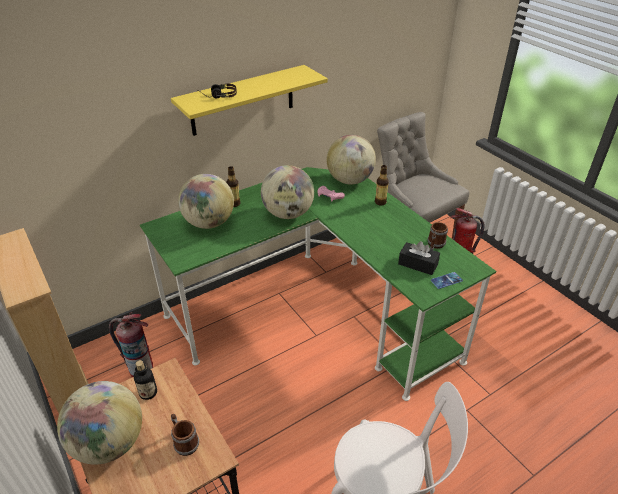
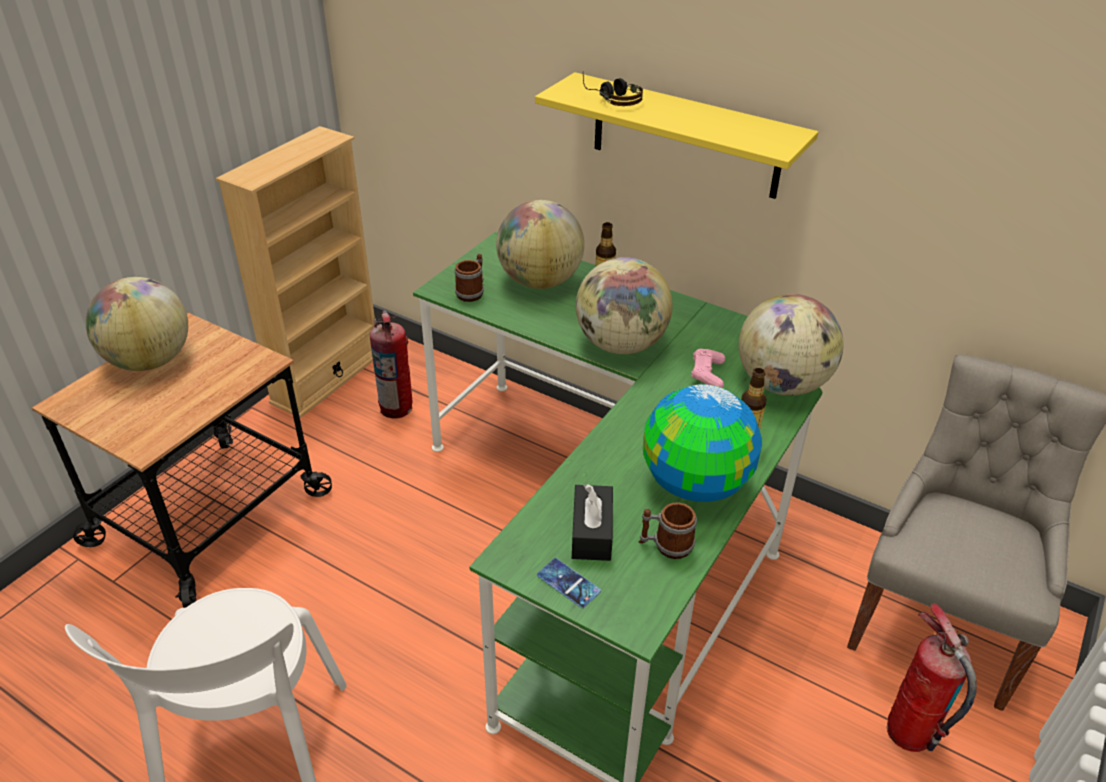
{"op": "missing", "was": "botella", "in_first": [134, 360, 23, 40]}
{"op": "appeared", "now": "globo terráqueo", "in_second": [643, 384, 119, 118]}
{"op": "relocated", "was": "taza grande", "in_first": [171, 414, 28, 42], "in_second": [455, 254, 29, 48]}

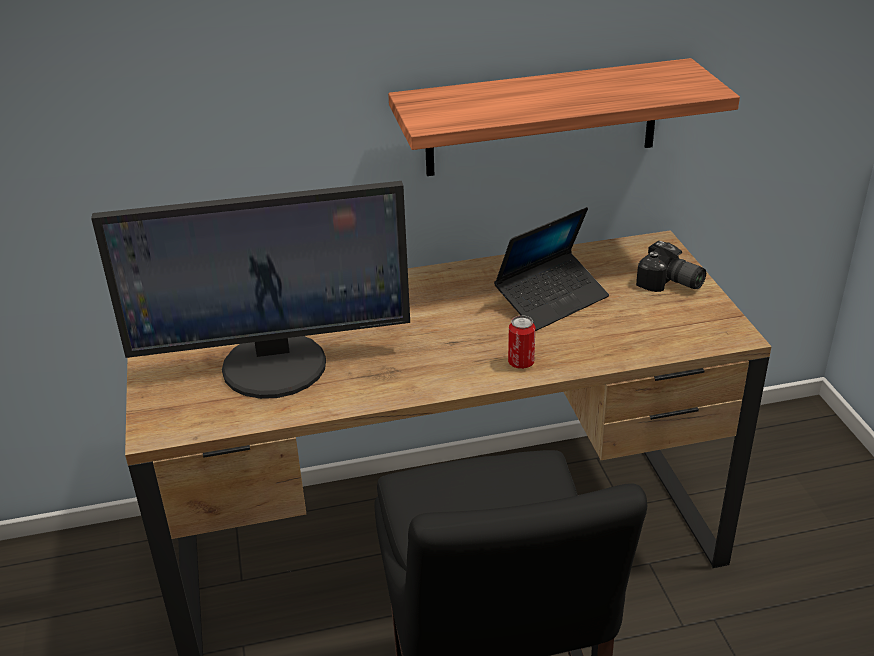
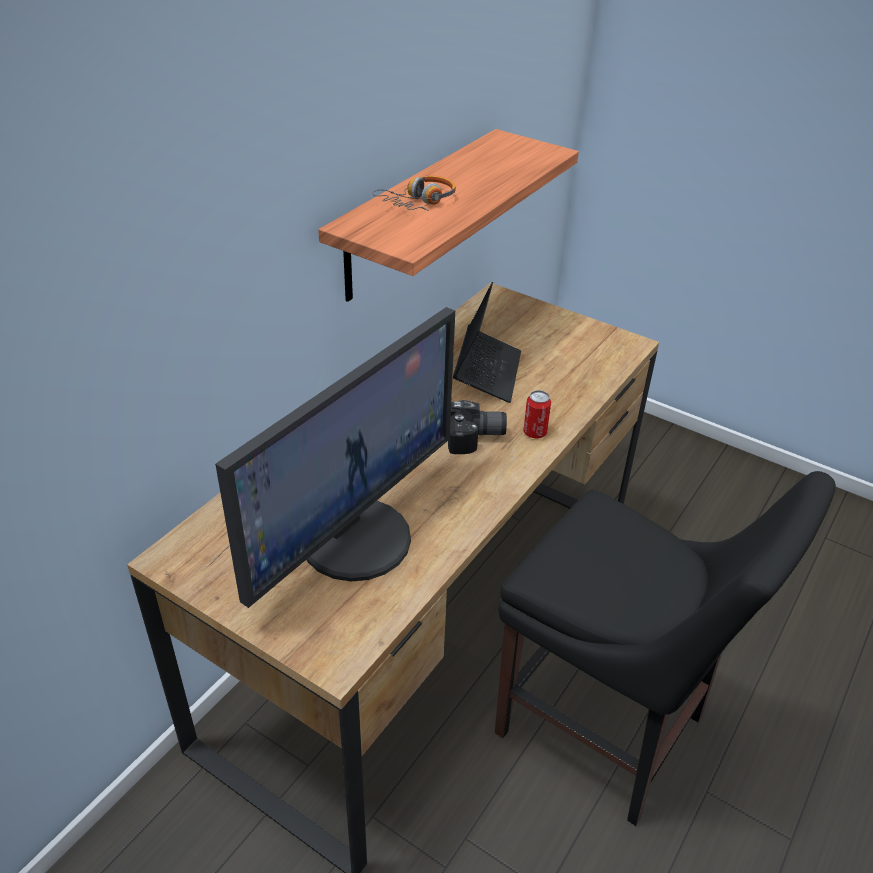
{"op": "appeared", "now": "auriculares", "in_second": [372, 176, 84, 34]}
{"op": "relocated", "was": "cámara", "in_first": [636, 241, 70, 51], "in_second": [448, 400, 59, 54]}

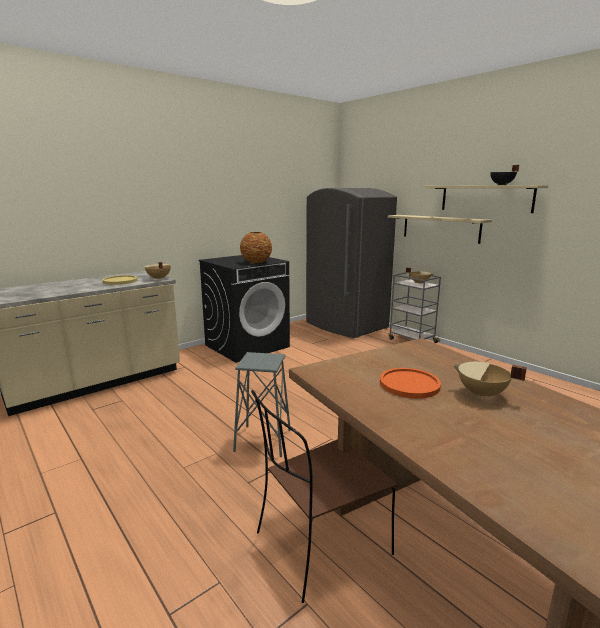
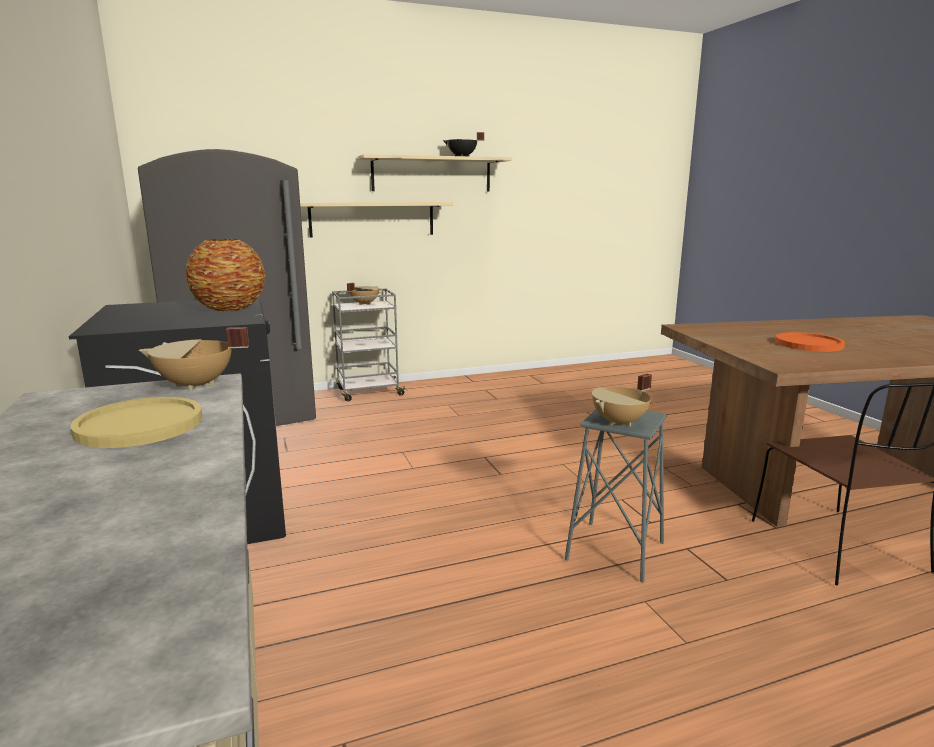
{"op": "relocated", "was": "olla (beis)", "in_first": [452, 362, 75, 37], "in_second": [592, 374, 60, 53]}

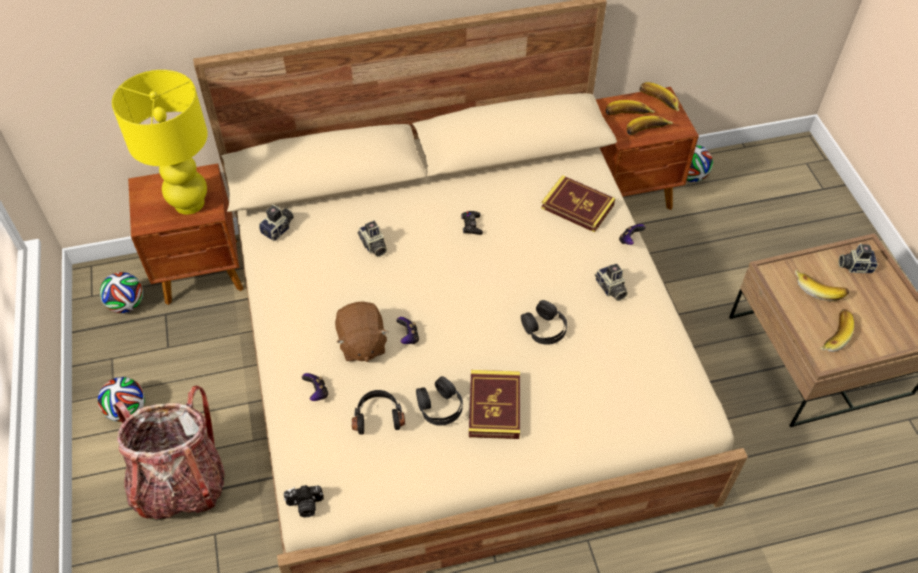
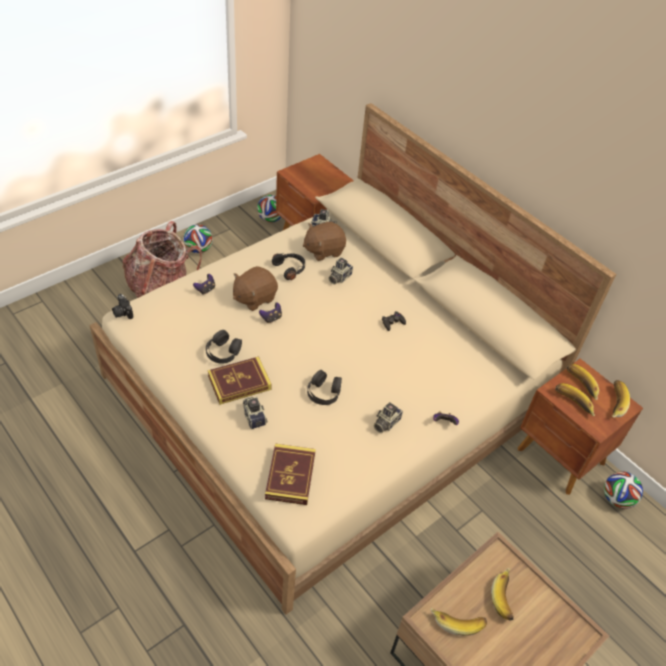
{"op": "missing", "was": "lámpara de mesa (amarillo)", "in_first": [112, 70, 96, 145]}
{"op": "appeared", "now": "peluche (marrón)", "in_second": [303, 221, 43, 40]}
{"op": "relocated", "was": "auriculares (negro)", "in_first": [352, 390, 53, 45], "in_second": [272, 253, 33, 27]}
{"op": "relocated", "was": "libro", "in_first": [541, 175, 74, 58], "in_second": [265, 444, 51, 61]}
{"op": "relocated", "was": "cámara", "in_first": [839, 243, 39, 30], "in_second": [243, 397, 25, 32]}

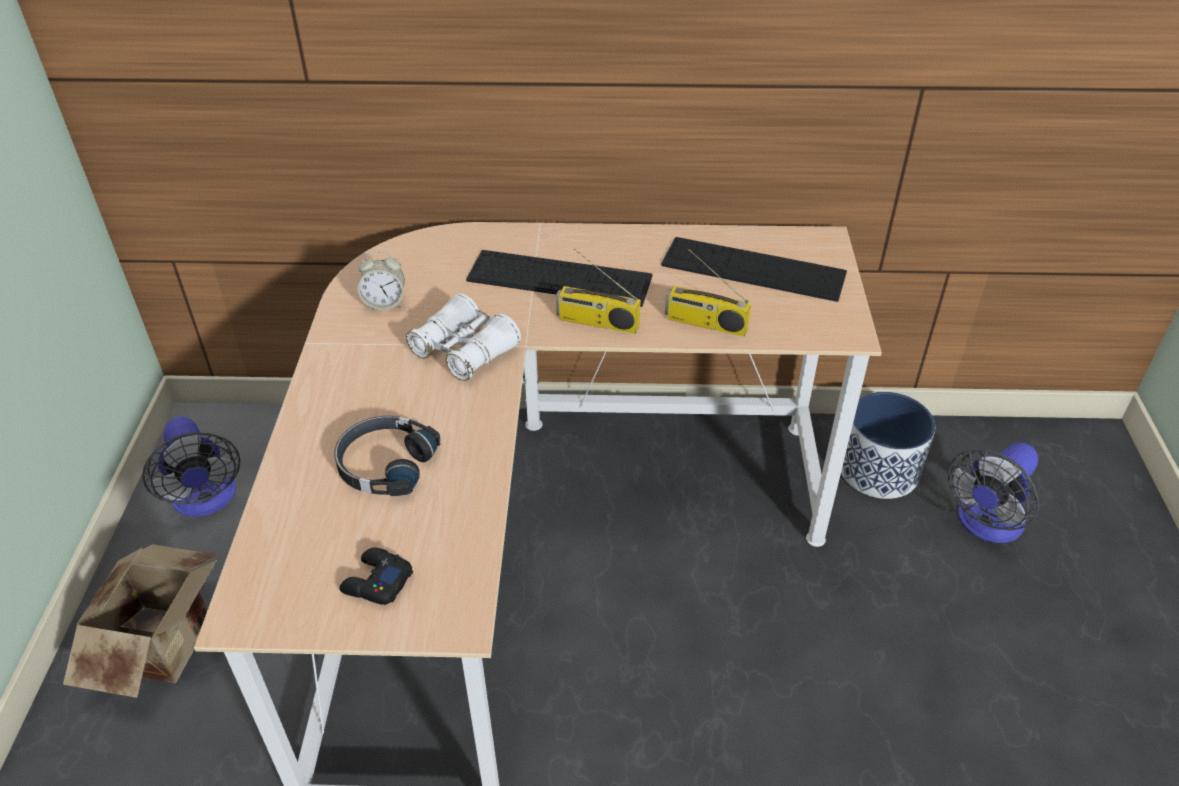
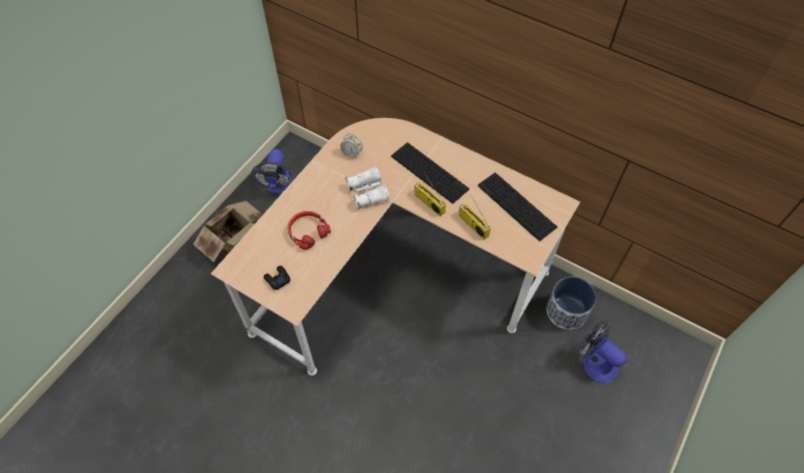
{"op": "colour", "was": "auriculares (negro)", "now": "auriculares (rojo)", "in_first": [334, 416, 107, 80], "in_second": [288, 211, 43, 39]}
{"op": "spun", "was": "ventilador", "in_first": [948, 442, 91, 101], "in_second": [577, 321, 50, 62], "clockwise": 60}

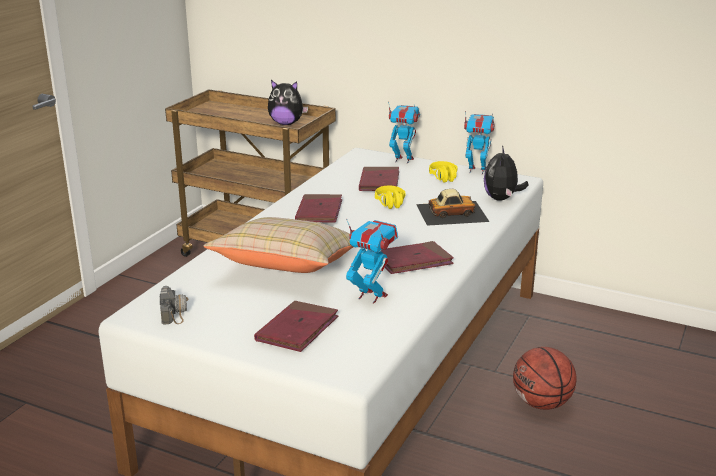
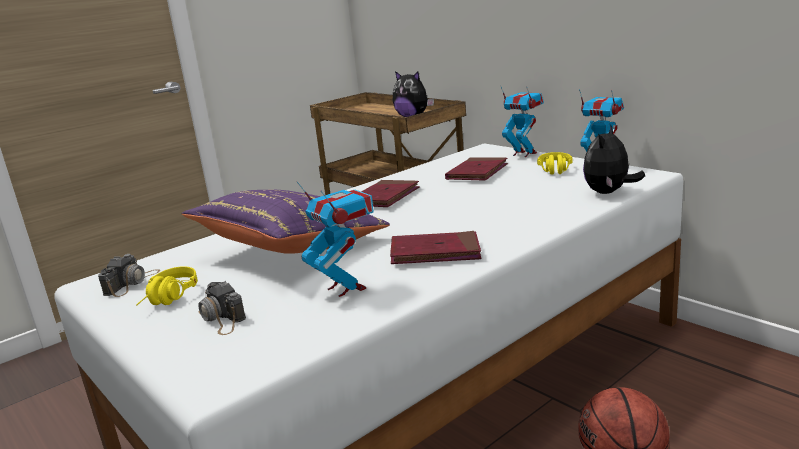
{"op": "missing", "was": "coche de juguete", "in_first": [416, 189, 73, 37]}
{"op": "relocated", "was": "auriculares (amarillo)", "in_first": [375, 186, 30, 23], "in_second": [136, 266, 62, 39]}
{"op": "exchanged", "was": "libro (rojo)", "now": "cámara", "in_first": [254, 301, 84, 51], "in_second": [198, 281, 48, 54]}
{"op": "colour", "was": "cojín (beis)", "now": "cojín (morado)", "in_first": [203, 217, 150, 56], "in_second": [182, 190, 208, 64]}

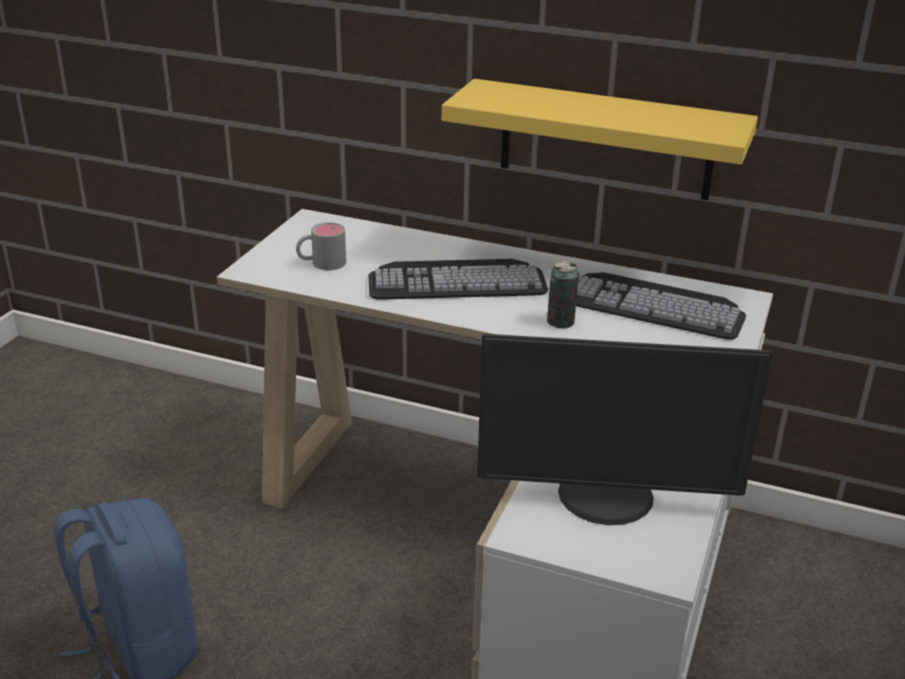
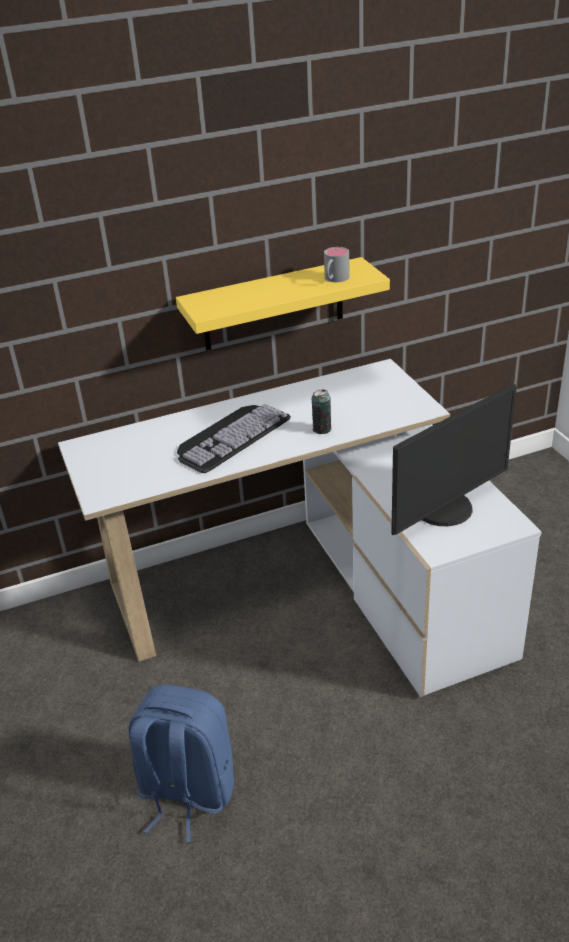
{"op": "missing", "was": "teclado", "in_first": [576, 272, 170, 68]}
{"op": "relocated", "was": "taza grande (gris)", "in_first": [296, 222, 50, 48], "in_second": [324, 247, 26, 35]}

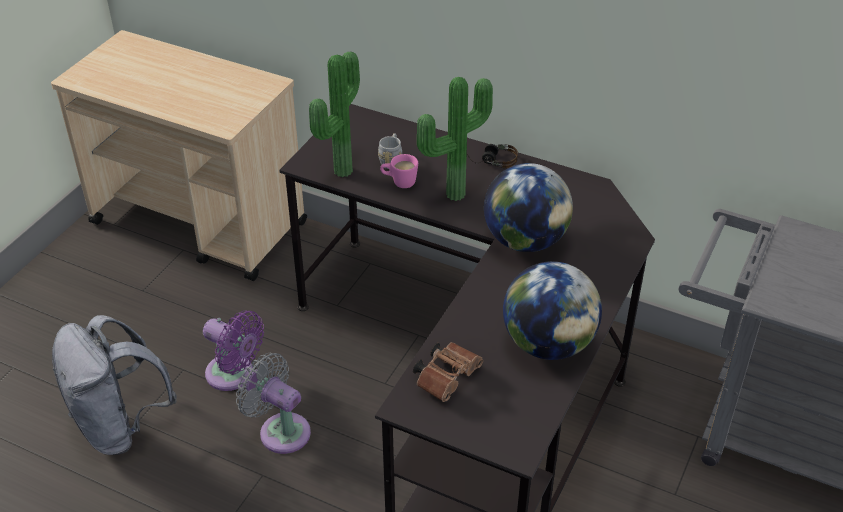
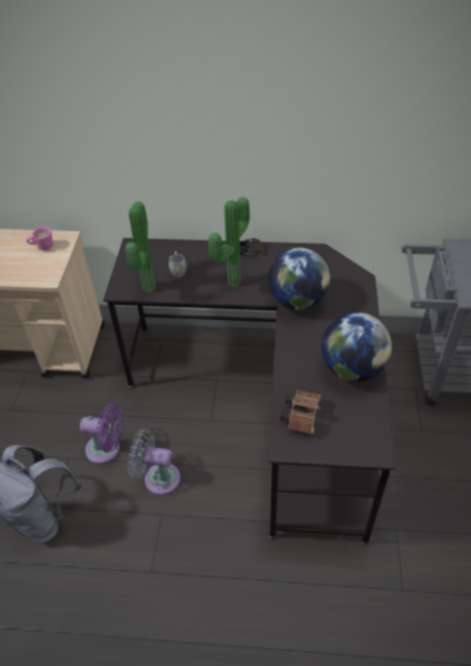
{"op": "relocated", "was": "taza grande (rosa)", "in_first": [380, 154, 38, 34], "in_second": [26, 227, 27, 23]}

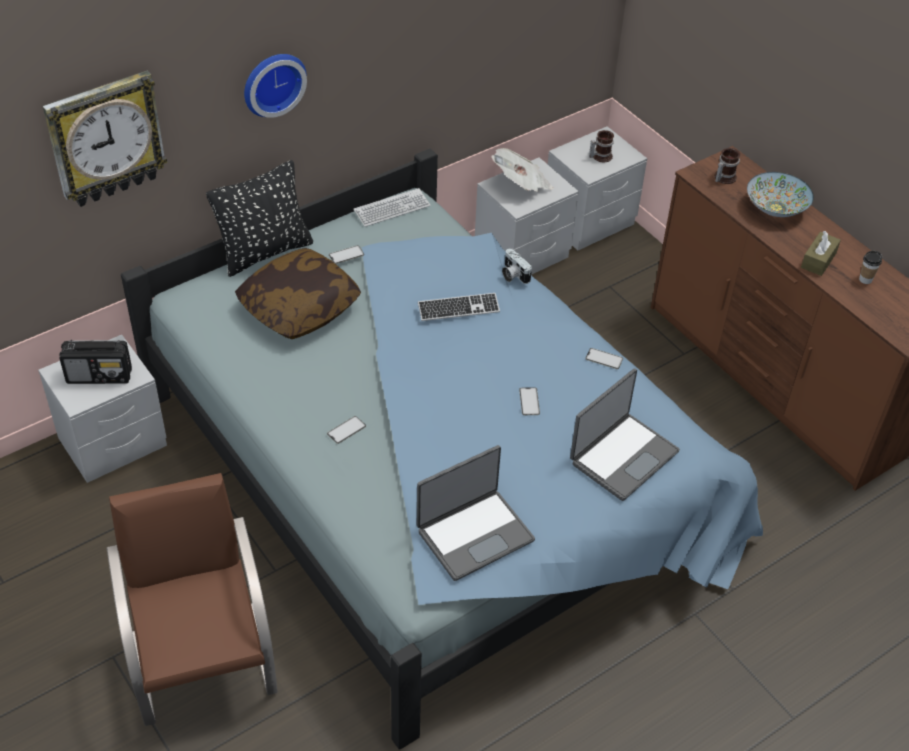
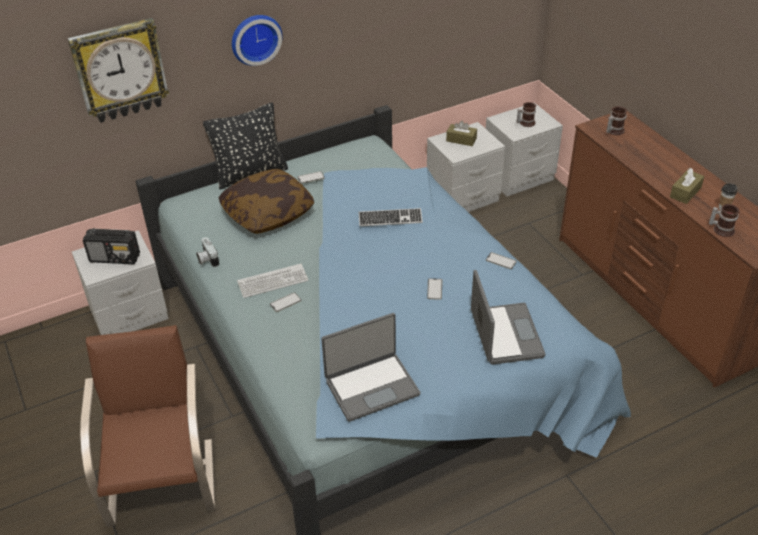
{"op": "missing", "was": "cuenco", "in_first": [747, 172, 67, 45]}
{"op": "appeared", "now": "taza grande", "in_second": [709, 204, 31, 33]}
{"op": "relocated", "was": "teclado", "in_first": [353, 188, 78, 39], "in_second": [237, 264, 71, 34]}
{"op": "relocated", "was": "cámara", "in_first": [502, 249, 30, 35], "in_second": [196, 237, 23, 30]}
{"op": "exchanged", "was": "periódico", "now": "caja de pañuelos (marrón)", "in_first": [491, 148, 63, 44], "in_second": [446, 121, 31, 25]}
{"op": "spun", "was": "portátil", "in_first": [570, 368, 110, 133], "in_second": [471, 270, 74, 95], "clockwise": -60}

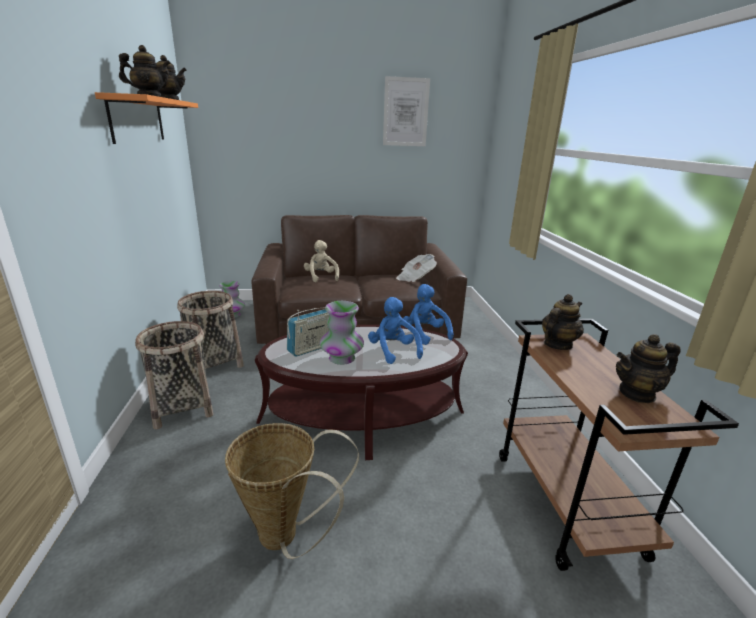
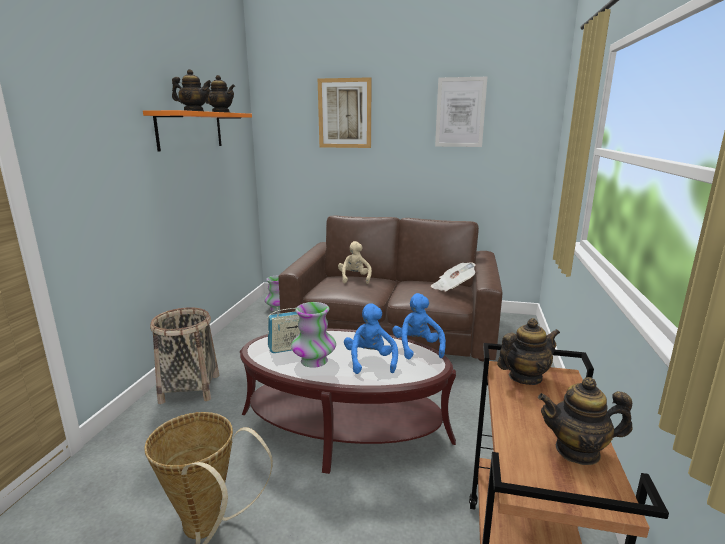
{"op": "missing", "was": "cesta", "in_first": [177, 291, 67, 78]}
{"op": "appeared", "now": "cuadro", "in_second": [318, 77, 54, 71]}

